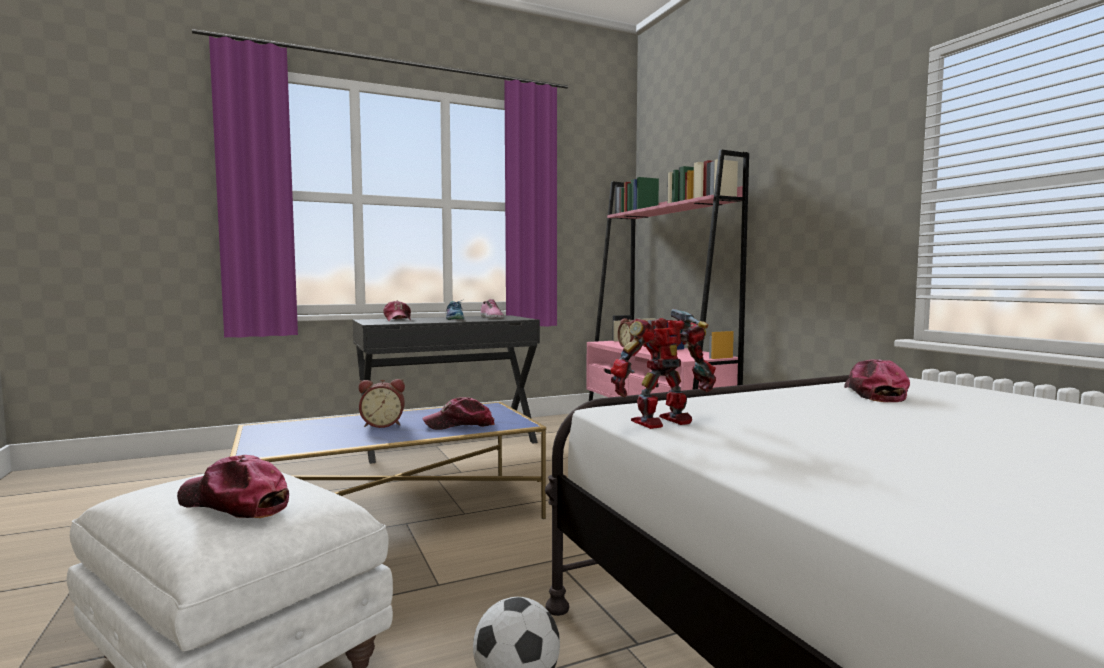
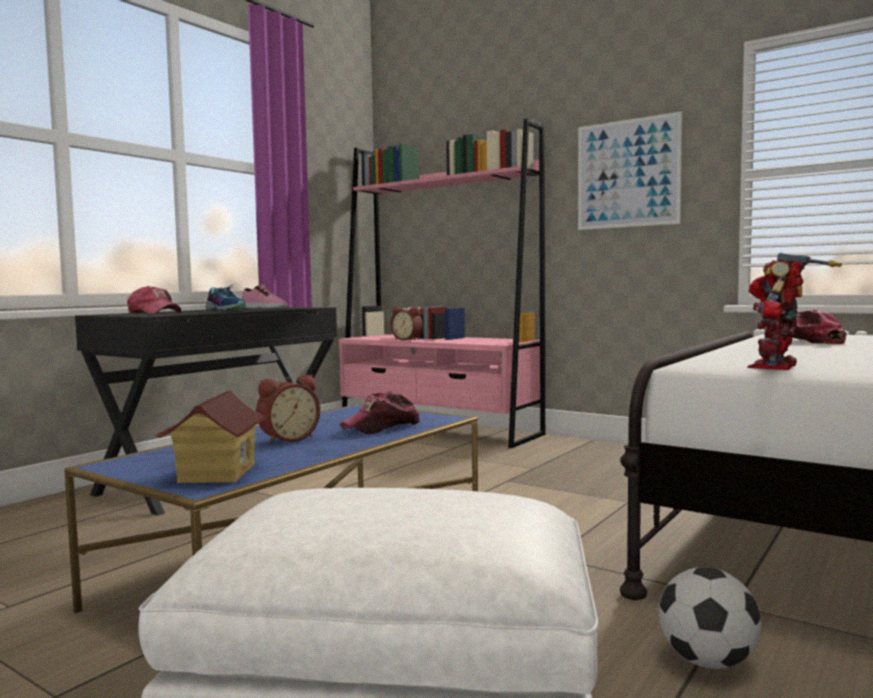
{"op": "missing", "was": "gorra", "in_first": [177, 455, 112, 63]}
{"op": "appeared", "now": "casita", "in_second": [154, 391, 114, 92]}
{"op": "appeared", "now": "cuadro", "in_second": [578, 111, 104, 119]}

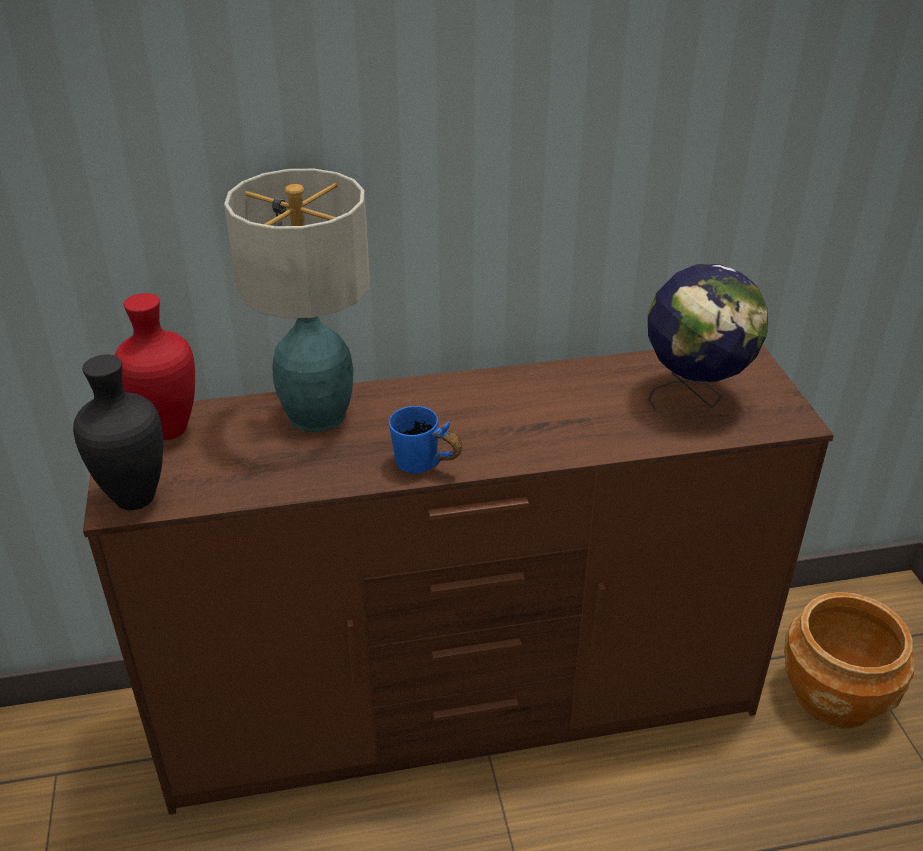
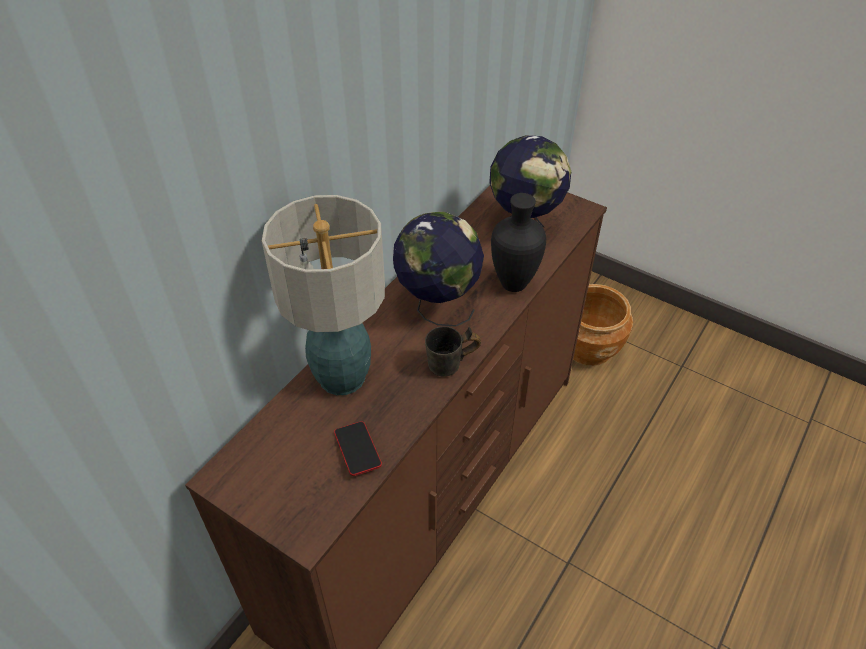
{"op": "missing", "was": "florero (rojo)", "in_first": [115, 293, 80, 147]}
{"op": "appeared", "now": "móvil", "in_second": [334, 421, 48, 55]}
{"op": "appeared", "now": "globo terráqueo", "in_second": [393, 212, 91, 115]}
{"op": "relocated", "was": "florero (negro)", "in_first": [73, 355, 90, 155], "in_second": [491, 193, 55, 99]}
{"op": "colour", "was": "taza grande (azul)", "now": "taza grande (gris)", "in_first": [389, 406, 73, 68], "in_second": [425, 327, 56, 50]}

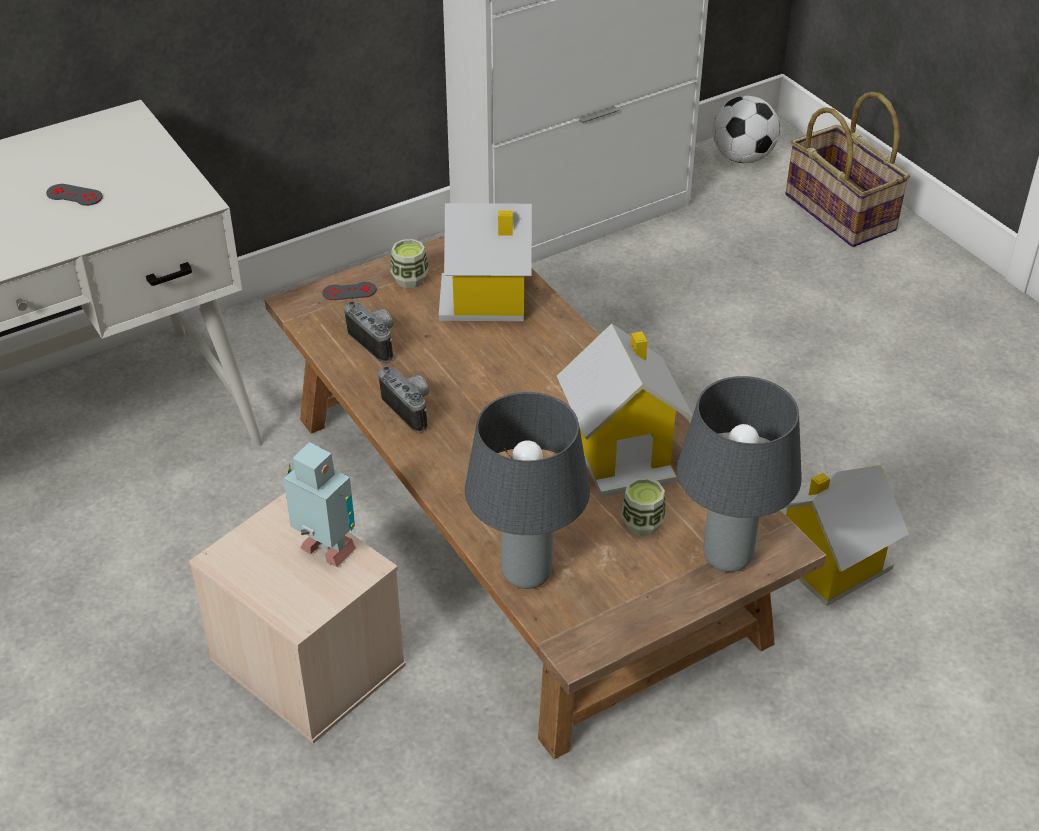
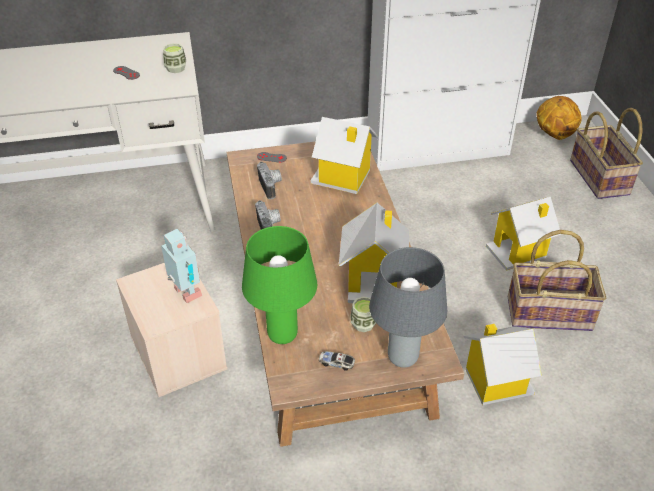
{"op": "appeared", "now": "coche de juguete", "in_second": [319, 351, 36, 20]}
{"op": "appeared", "now": "casita", "in_second": [486, 197, 75, 74]}
{"op": "appeared", "now": "cesta", "in_second": [508, 230, 98, 101]}
{"op": "relocated", "was": "taza", "in_first": [390, 239, 39, 49], "in_second": [163, 43, 23, 30]}
{"op": "exchanged", "was": "balón de fútbol", "now": "balón de baloncesto", "in_first": [713, 96, 67, 67], "in_second": [536, 96, 46, 44]}
{"op": "colour", "was": "lámpara de mesa (gris)", "now": "lámpara de mesa (verde)", "in_first": [465, 392, 125, 197], "in_second": [242, 226, 75, 118]}

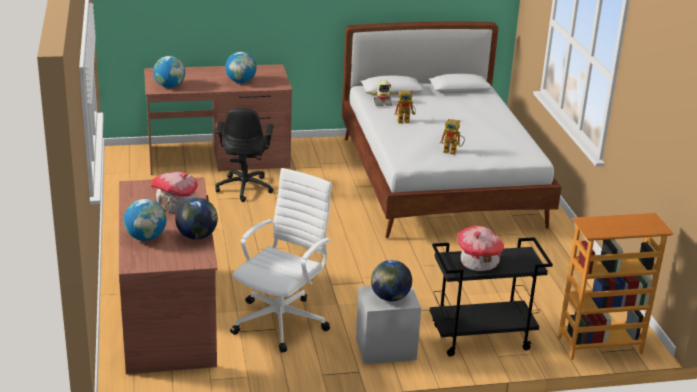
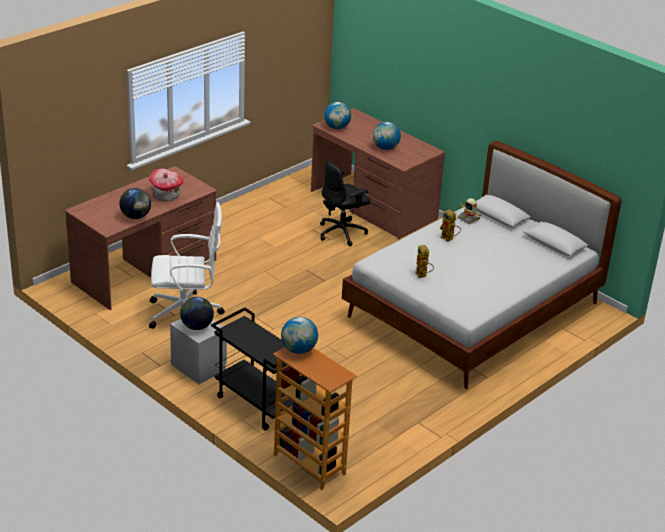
{"op": "missing", "was": "casita", "in_first": [458, 226, 46, 45]}
{"op": "relocated", "was": "globo terráqueo", "in_first": [124, 199, 42, 42], "in_second": [281, 317, 37, 37]}

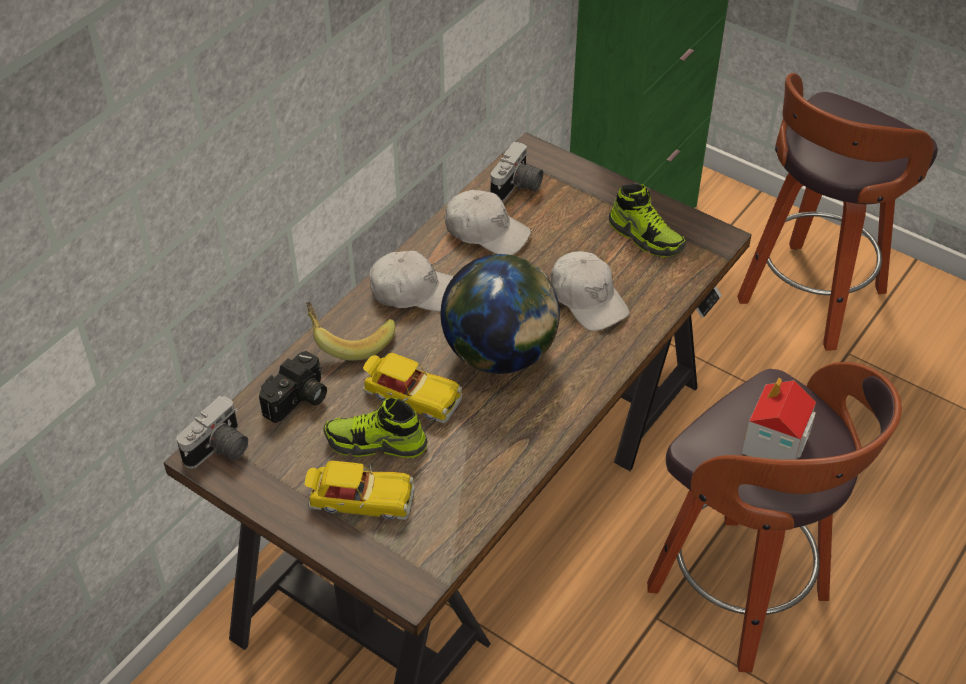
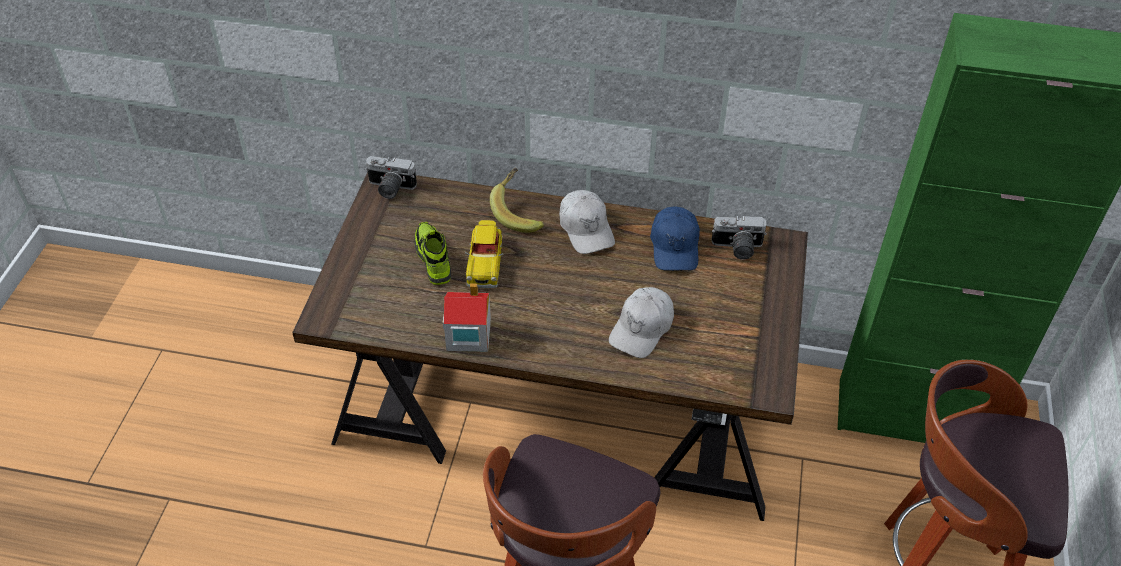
{"op": "missing", "was": "cámara", "in_first": [259, 351, 68, 72]}
{"op": "missing", "was": "coche de juguete", "in_first": [305, 461, 109, 59]}
{"op": "missing", "was": "globo terráqueo", "in_first": [441, 254, 119, 120]}
{"op": "missing", "was": "zapato", "in_first": [609, 184, 77, 73]}
{"op": "relocated", "was": "casita", "in_first": [742, 378, 74, 82], "in_second": [442, 284, 49, 68]}
{"op": "colour", "was": "gorra (blanco)", "now": "gorra (azul)", "in_first": [445, 190, 86, 65], "in_second": [650, 207, 50, 64]}

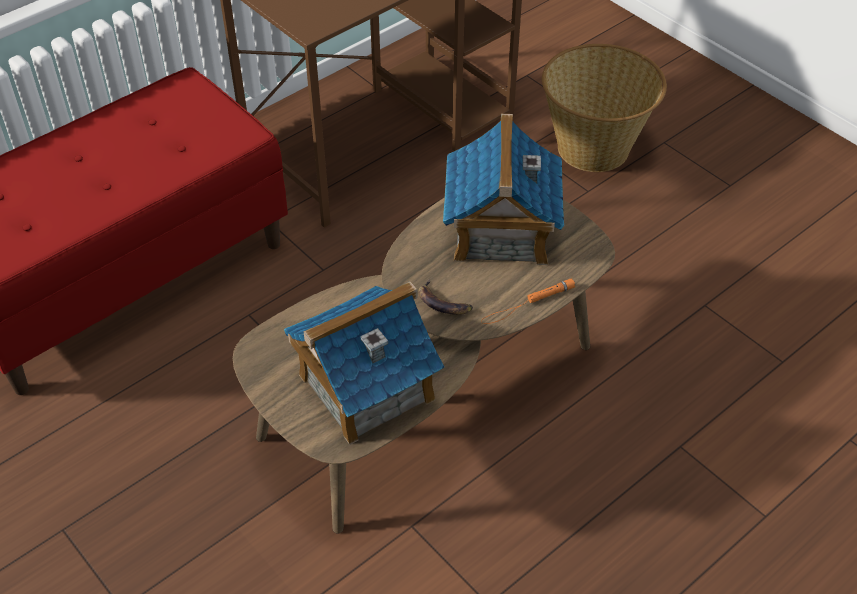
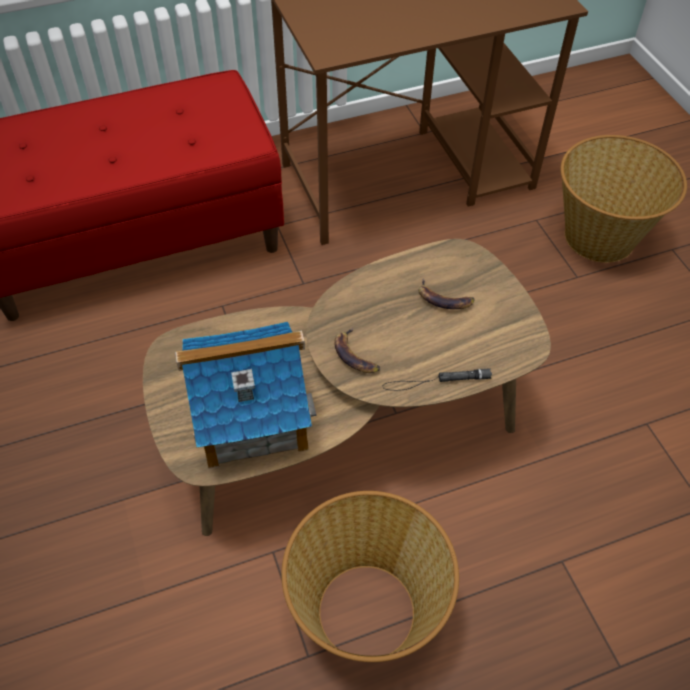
{"op": "appeared", "now": "cesta", "in_second": [281, 491, 178, 171]}
{"op": "exchanged", "was": "casita", "now": "plátano", "in_first": [443, 114, 121, 151], "in_second": [419, 279, 56, 30]}
{"op": "colour", "was": "linterna (naranja)", "now": "linterna (negro)", "in_first": [481, 278, 94, 46], "in_second": [383, 368, 109, 23]}

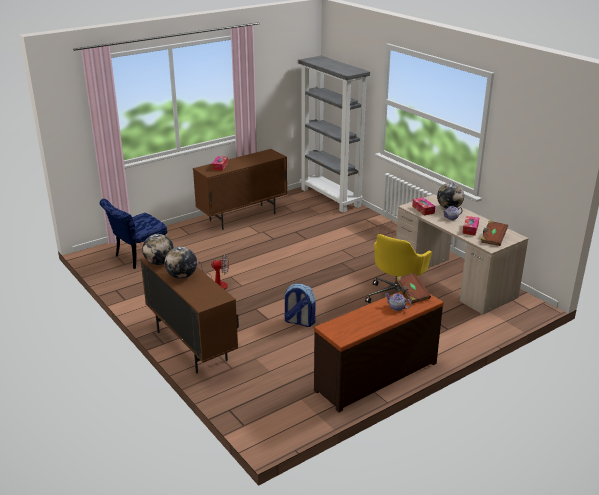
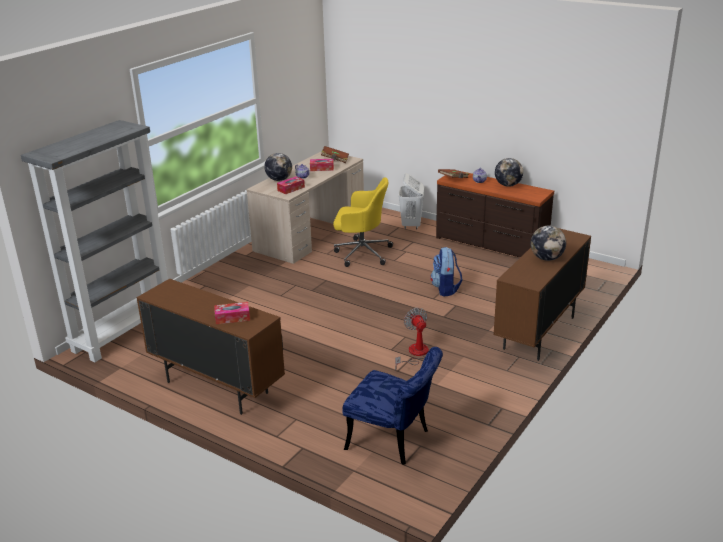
{"op": "appeared", "now": "cesto de la ropa (blanco)", "in_second": [399, 173, 25, 57]}
{"op": "relocated", "was": "globo terráqueo", "in_first": [142, 234, 32, 31], "in_second": [495, 158, 28, 29]}

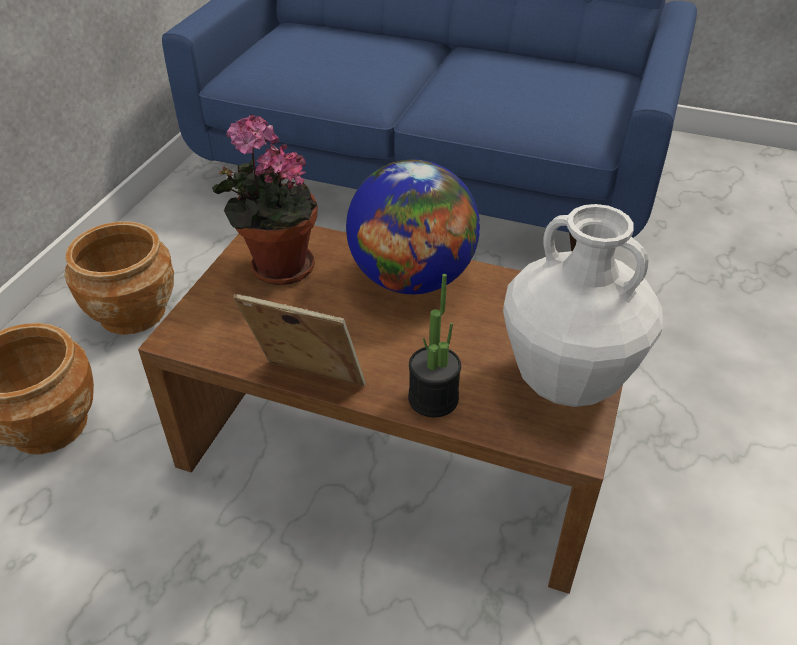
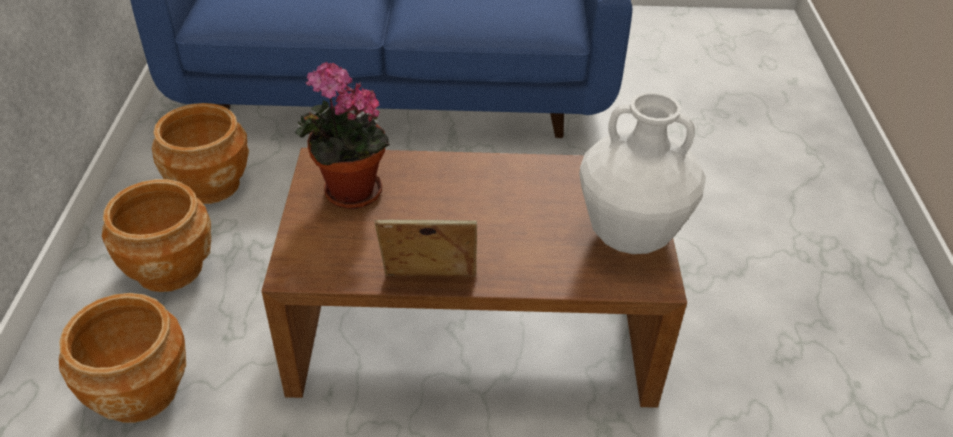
{"op": "missing", "was": "globo terráqueo", "in_first": [346, 159, 134, 135]}
{"op": "missing", "was": "planta en maceta", "in_first": [408, 274, 53, 143]}
{"op": "appeared", "now": "maceta (marrón)", "in_second": [152, 103, 97, 101]}

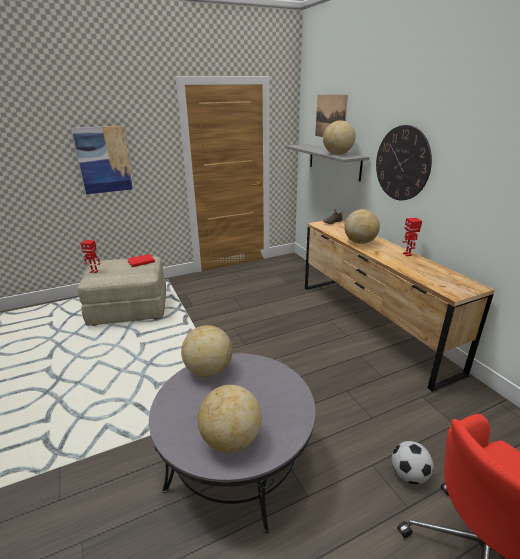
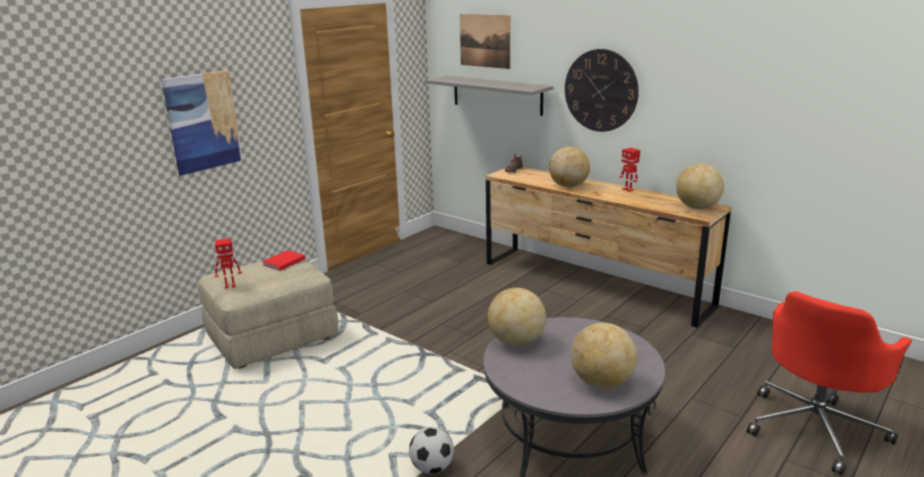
{"op": "relocated", "was": "globo terráqueo", "in_first": [323, 120, 33, 35], "in_second": [676, 164, 48, 45]}
{"op": "relocated", "was": "balón de fútbol", "in_first": [392, 441, 42, 43], "in_second": [409, 427, 45, 47]}

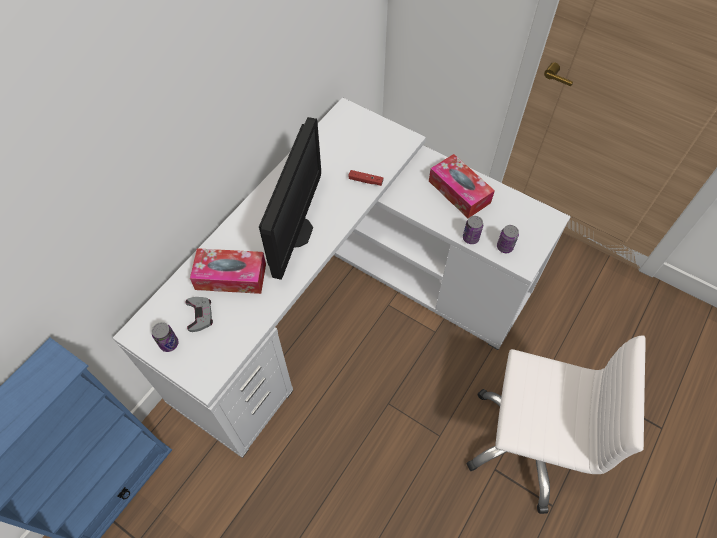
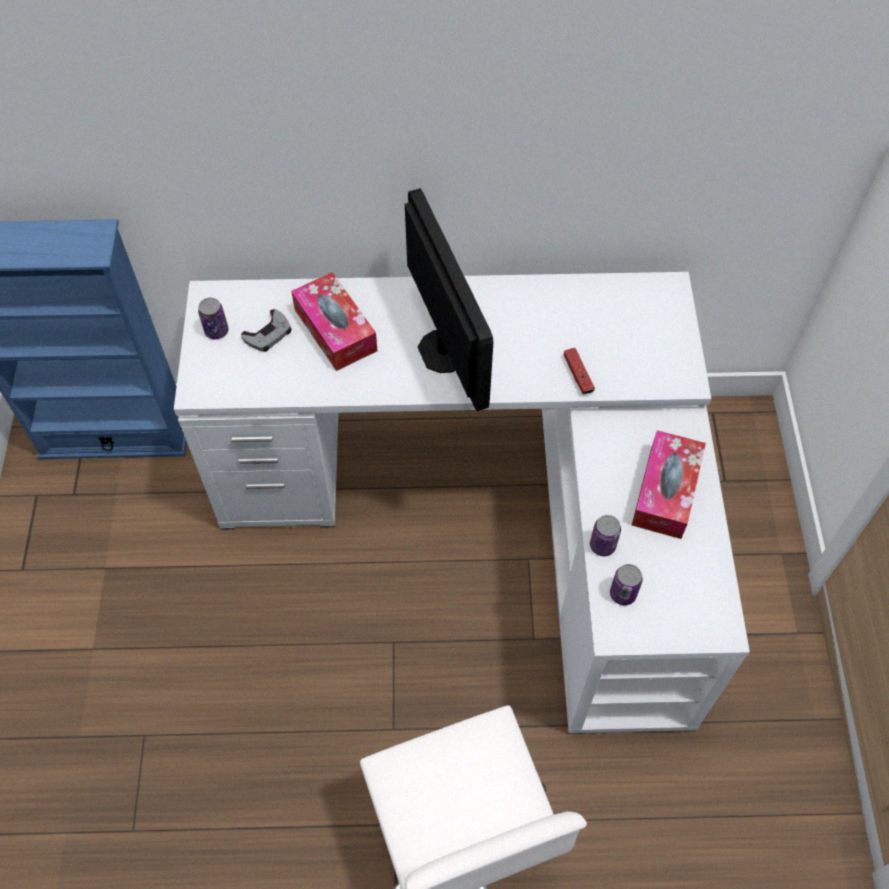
{"op": "spun", "was": "monitor", "in_first": [259, 117, 62, 163], "in_second": [405, 188, 88, 223], "clockwise": -90}

